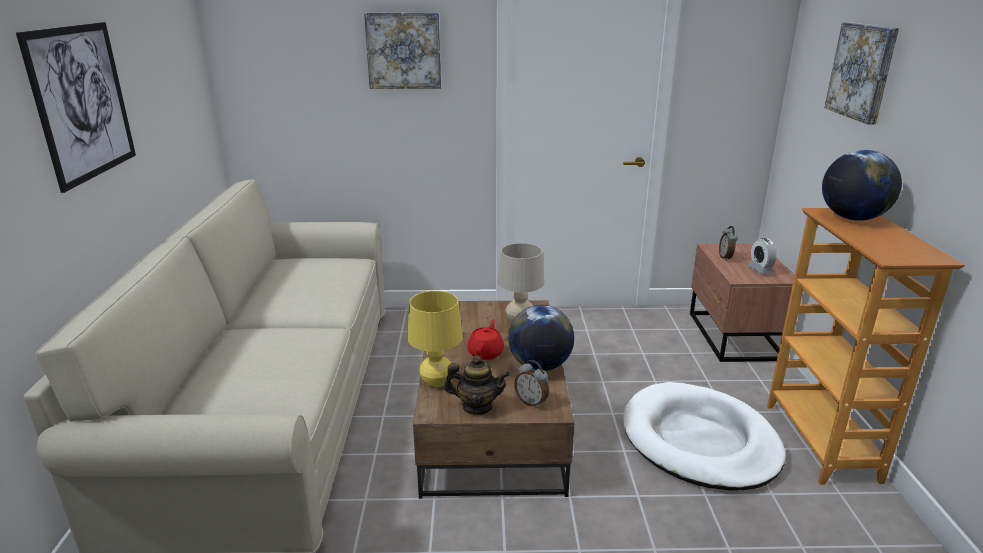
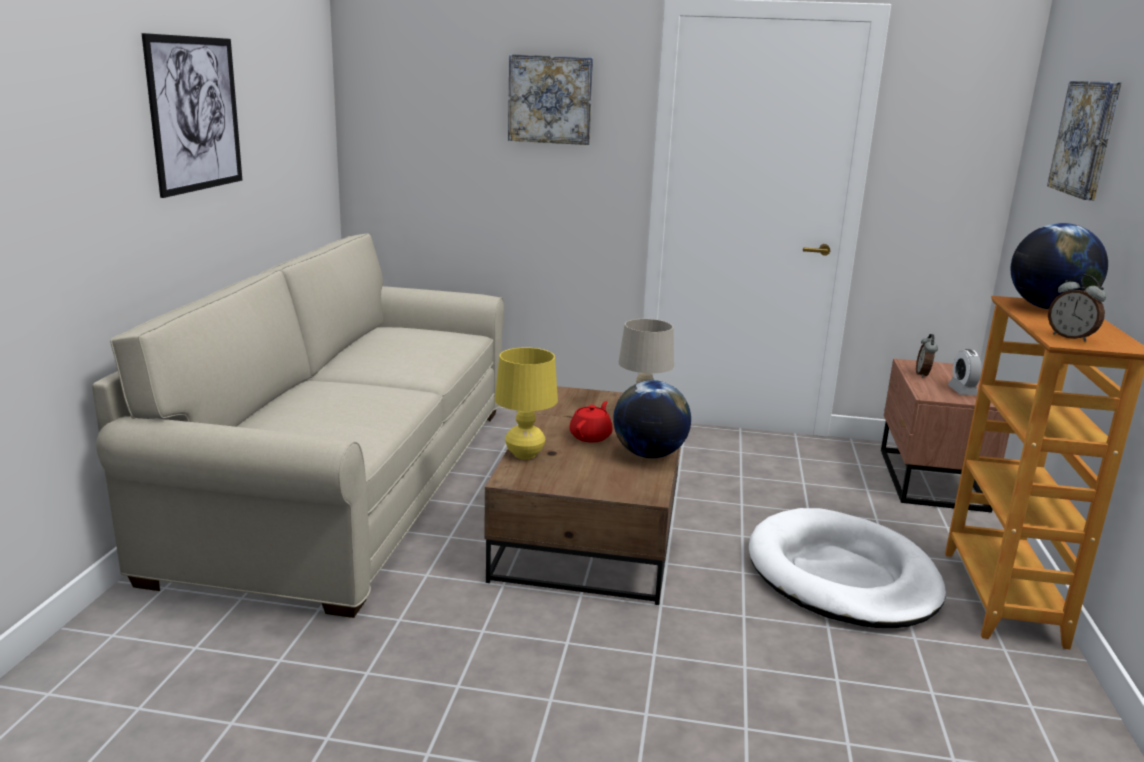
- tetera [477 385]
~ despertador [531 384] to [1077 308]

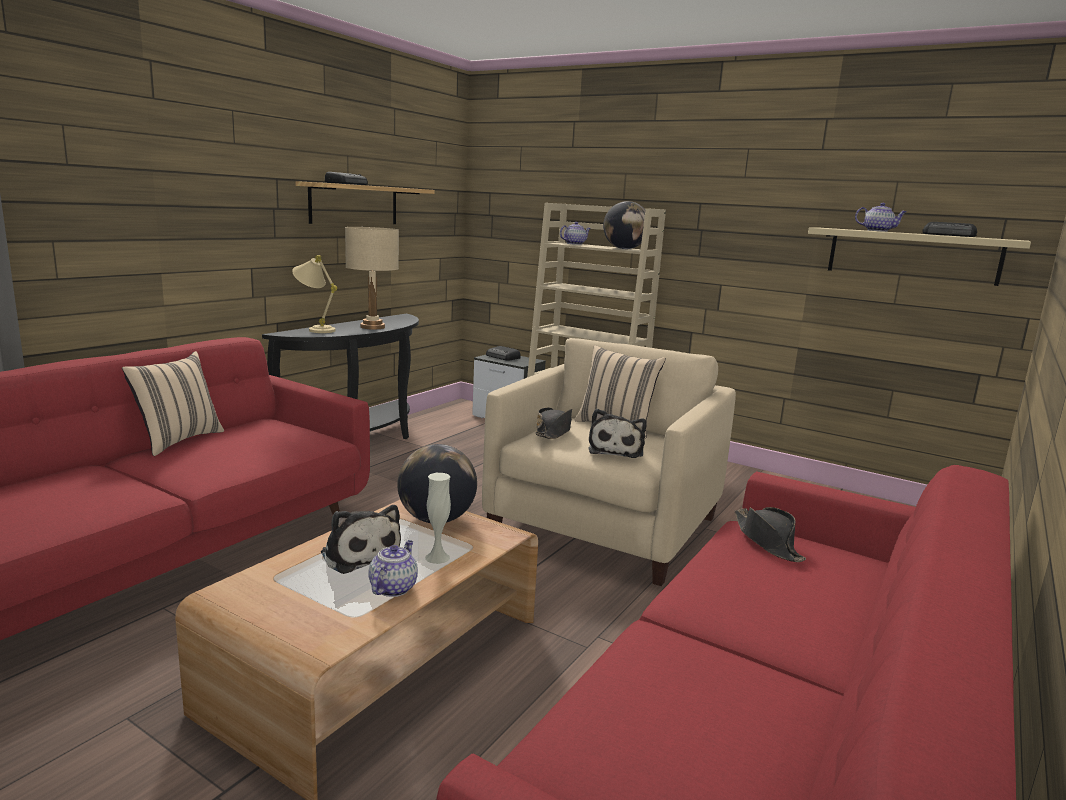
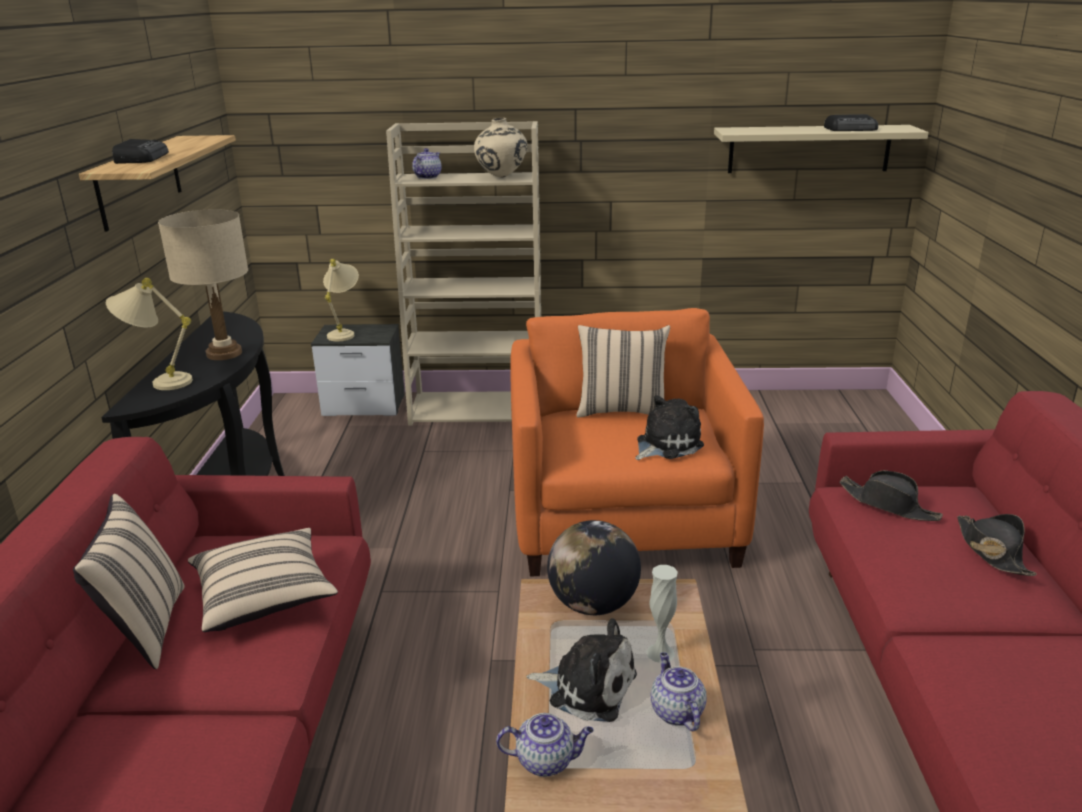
+ cojín/beis [263 580]
~ sombrero/negro [553 423] to [997 545]
~ tetera [881 217] to [545 745]
~ radio [503 353] to lámpara de mesa/beis [341 300]
~ globo terráqueo [624 225] to florero/beis [500 148]
~ sillón/beis [609 462] to sillón/naranja [637 442]
~ peluche [617 433] = [669 427] 105 degrees counterclockwise

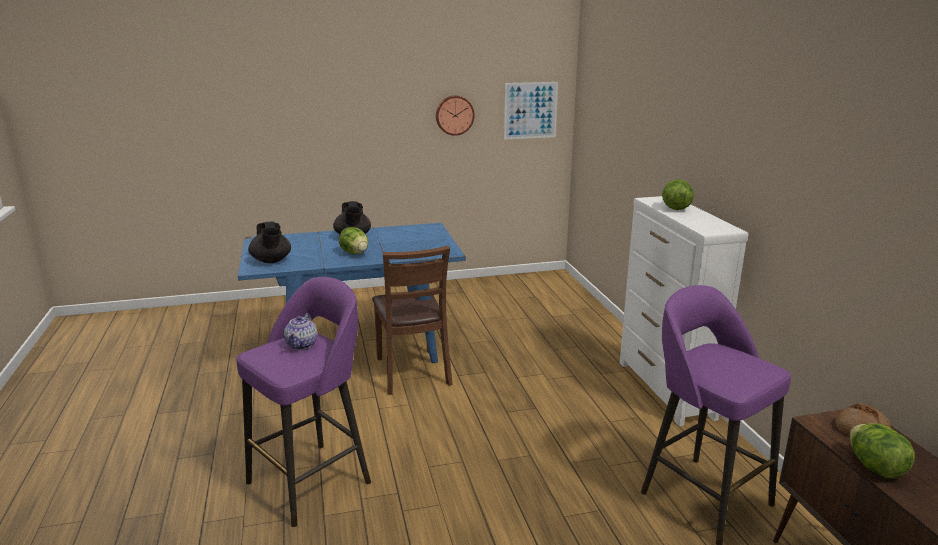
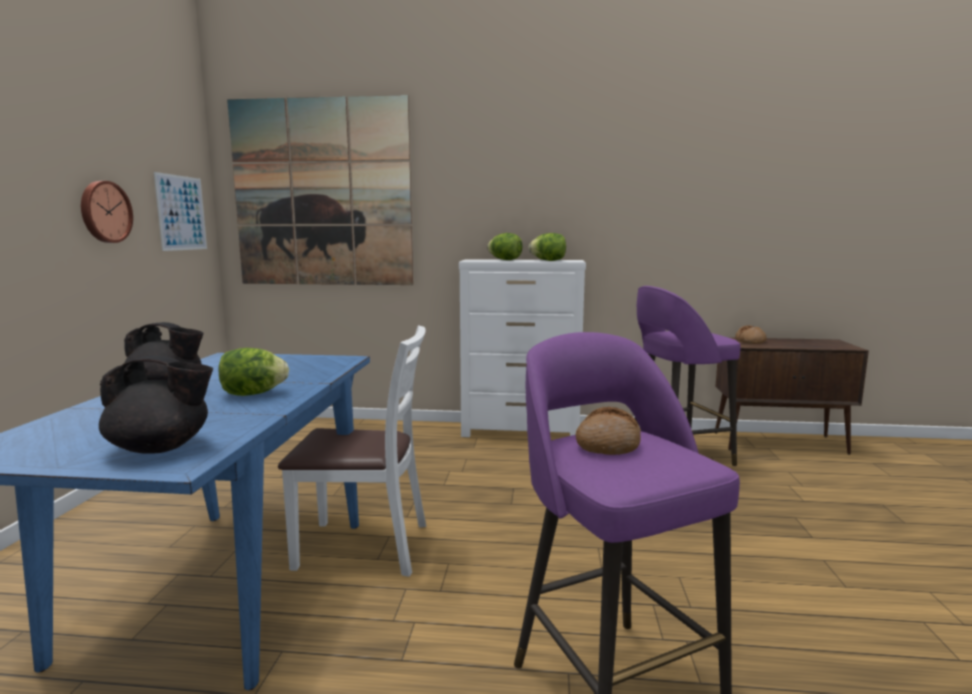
+ cuadro [320 190]
~ lechuga [882 450] to [547 247]
~ tetera [300 331] to pan [608 431]
~ silla/marrón [412 320] to silla/blanco [352 451]

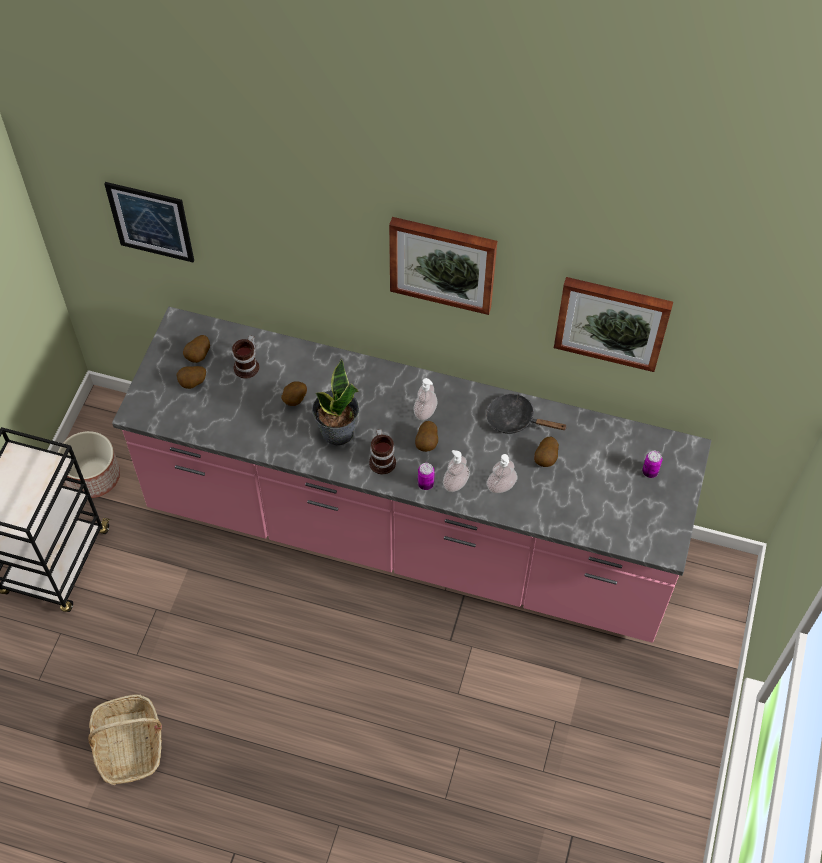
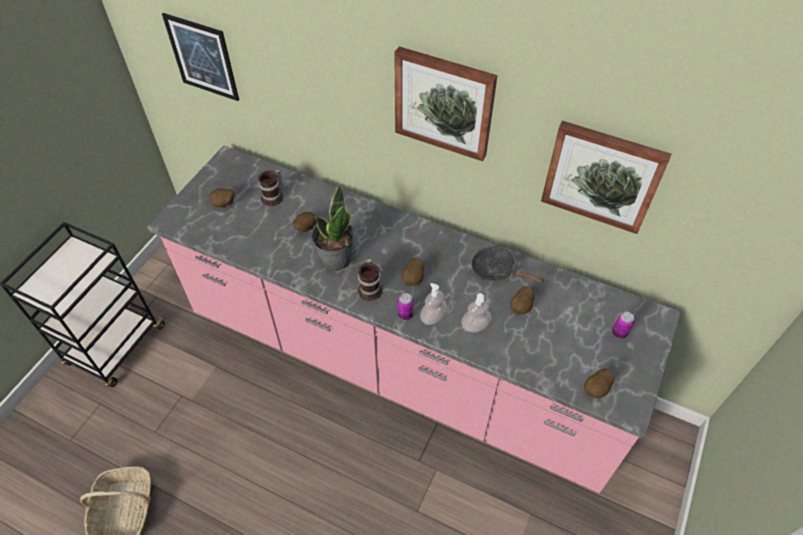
- maceta [89 464]
- dispensador de jabón [425 399]
~ patata [196 349] to [599 383]

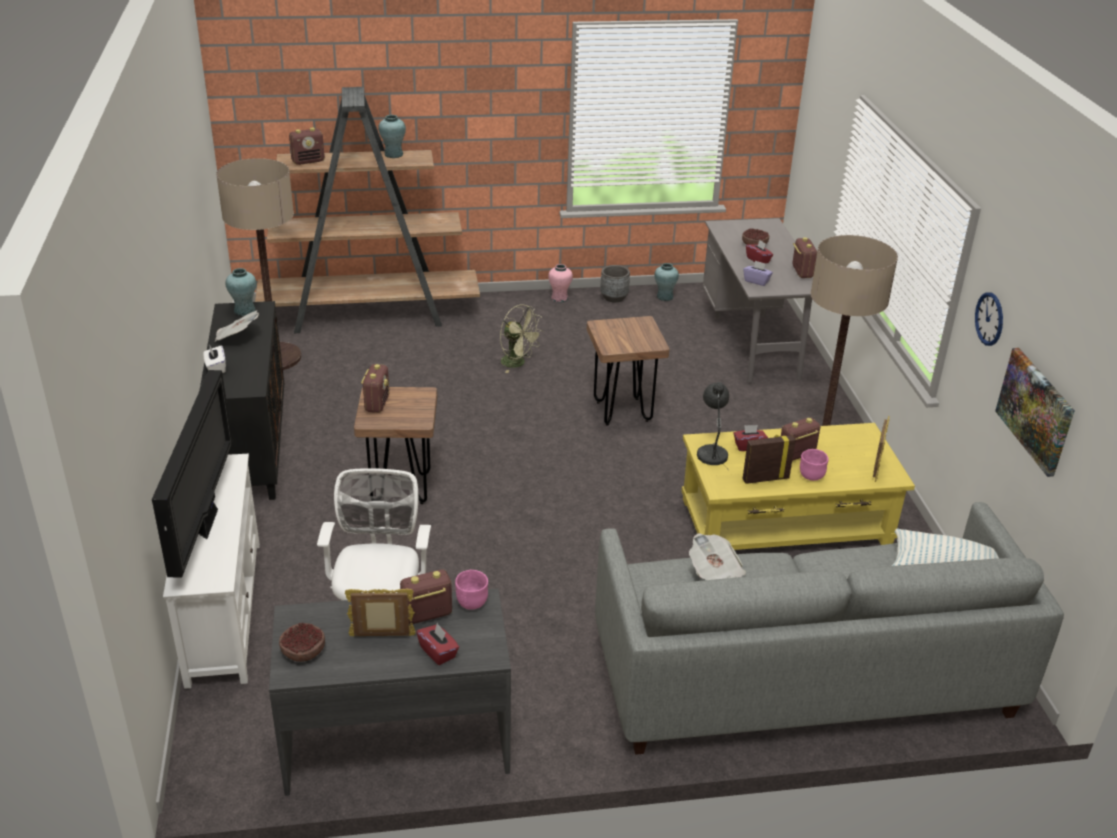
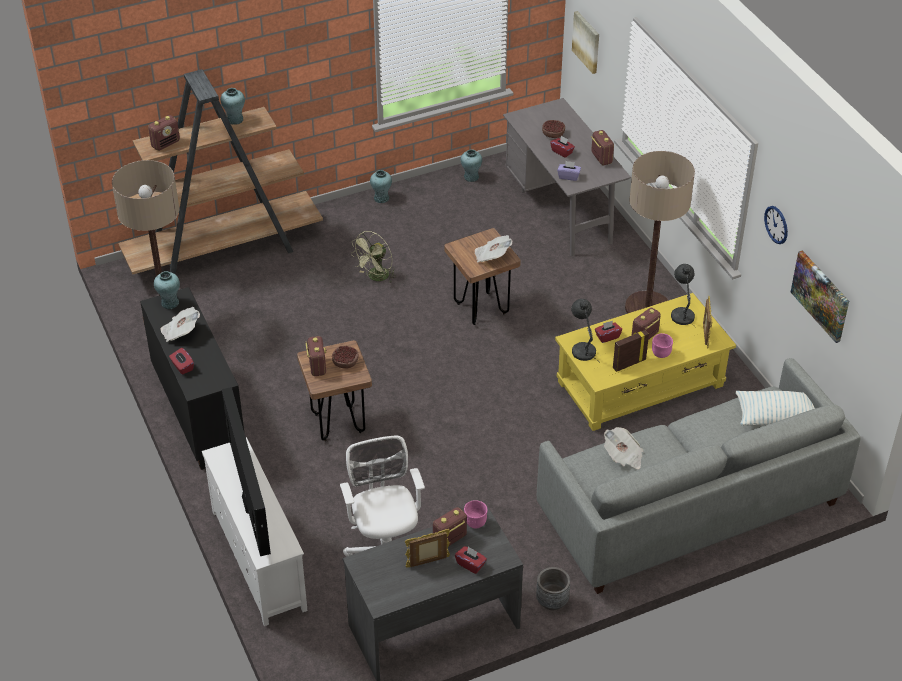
+ periódico [493 248]
+ cuadro [585 42]
+ lámpara de mesa/gris [683 296]
~ cuenco [302 642] to [345 357]
~ maceta/gris [615 284] to [553 588]
~ caja de pañuelos/blanco [214 358] to caja de pañuelos/rojo [181 361]
~ florero/rosa [560 283] to florero/turquesa [381 186]
~ ventilador/verde [521 338] = [373 257] 105 degrees clockwise

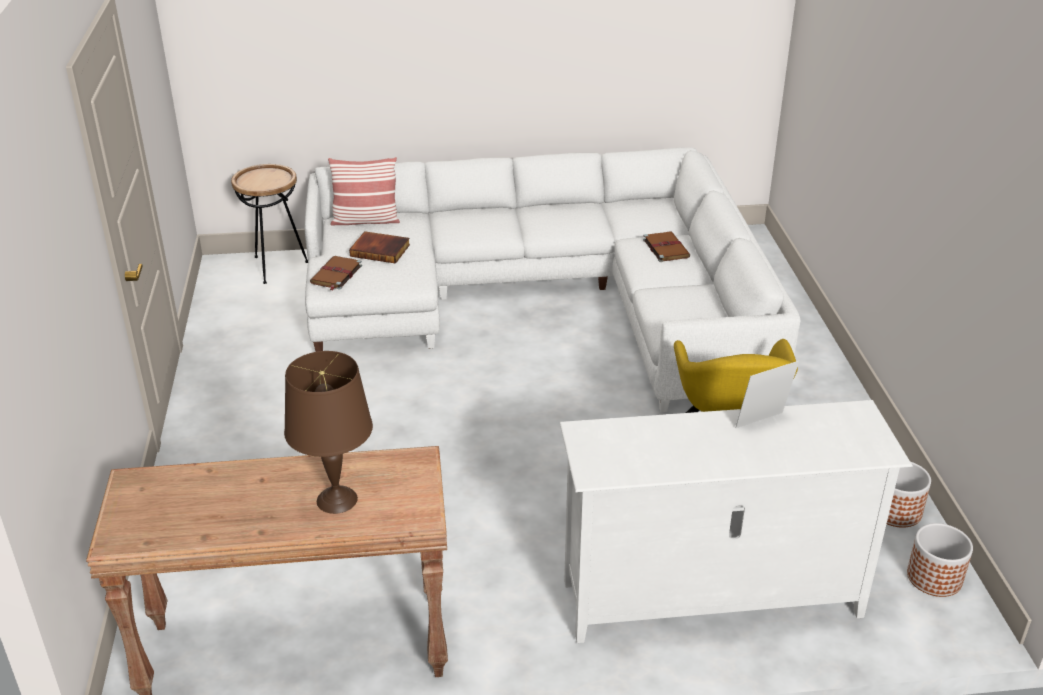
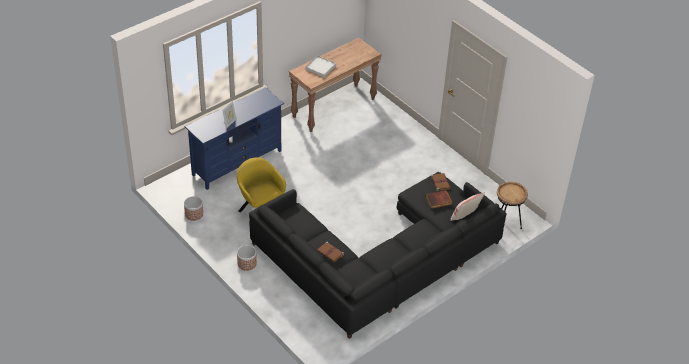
~ maceta [940 560] to [247 258]
~ lámpara de mesa/marrón [328 432] to bandeja/blanco [321 66]
~ sofá/blanco [552 279] to sofá/negro [378 255]
~ mueble de televisión/blanco [736 521] to mueble de televisión/azul [234 139]

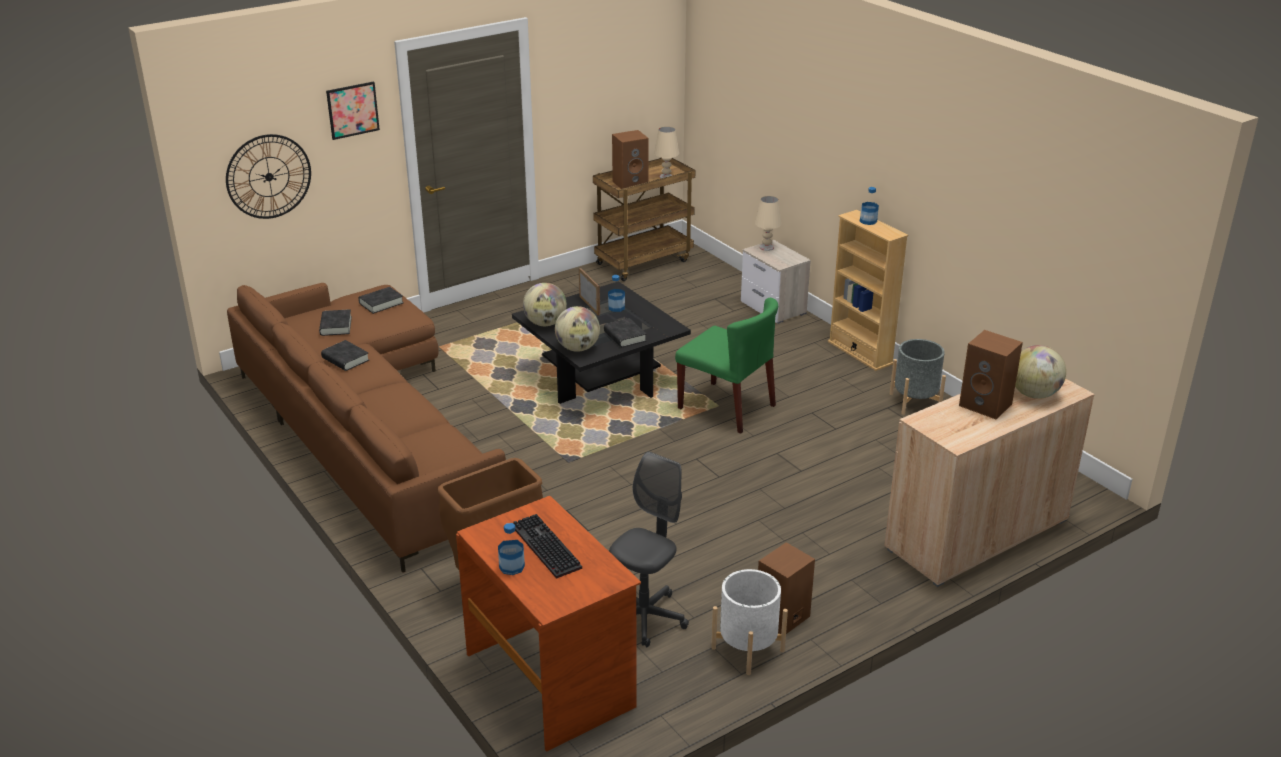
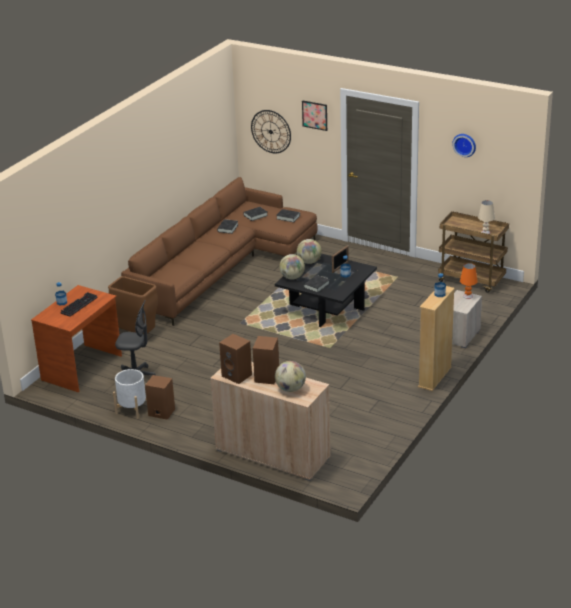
- silla/verde [726 366]
- maceta/gris [918 377]
+ reloj de pared [464 145]
~ altavoz/marrón [630 159] to [235 359]
~ lámpara de mesa/beis [768 223] to lámpara de mesa/naranja [469 281]

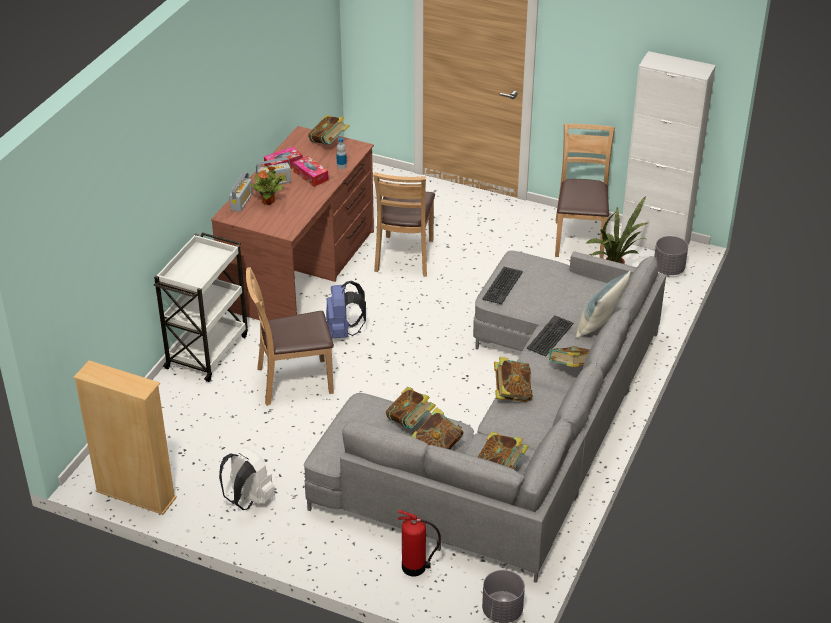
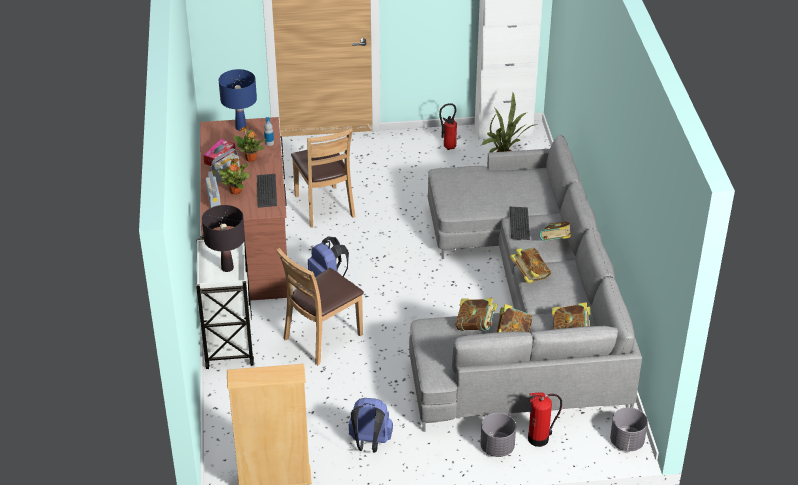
- cojín [603 304]
+ lámpara de mesa/negro [223 238]
~ teclado [502 285] to [267 191]
~ maceta/gris [671 255] to [498 435]
~ caja de pañuelos [310 171] to planta en maceta [250 144]
~ libro [328 130] to lámpara de mesa/azul [238 100]
~ silla/marrón [585 191] to extintor [448 126]
~ mochila/blanco [247 479] to mochila/azul [371 425]

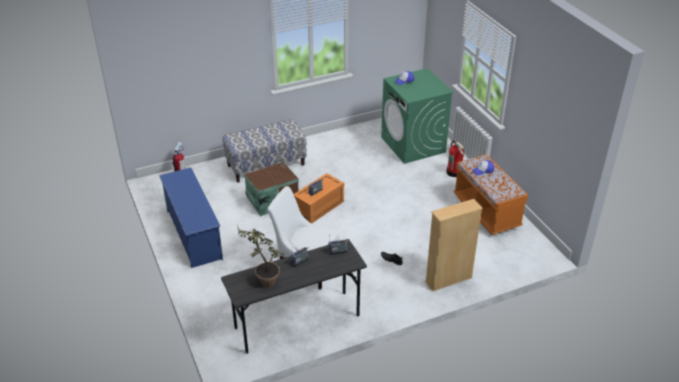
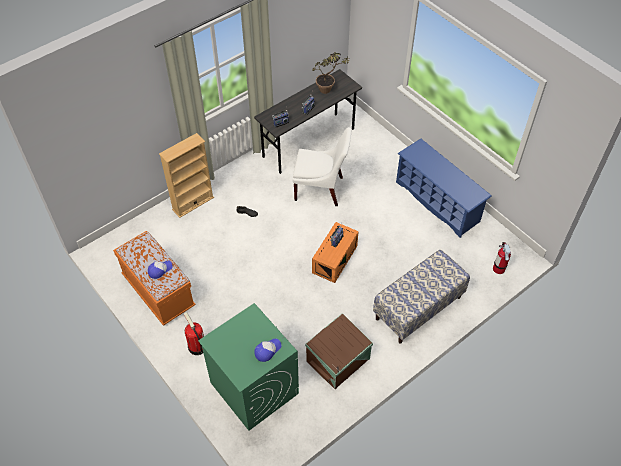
~ caja de almacenaje/marrón [271 189] to [339 351]

